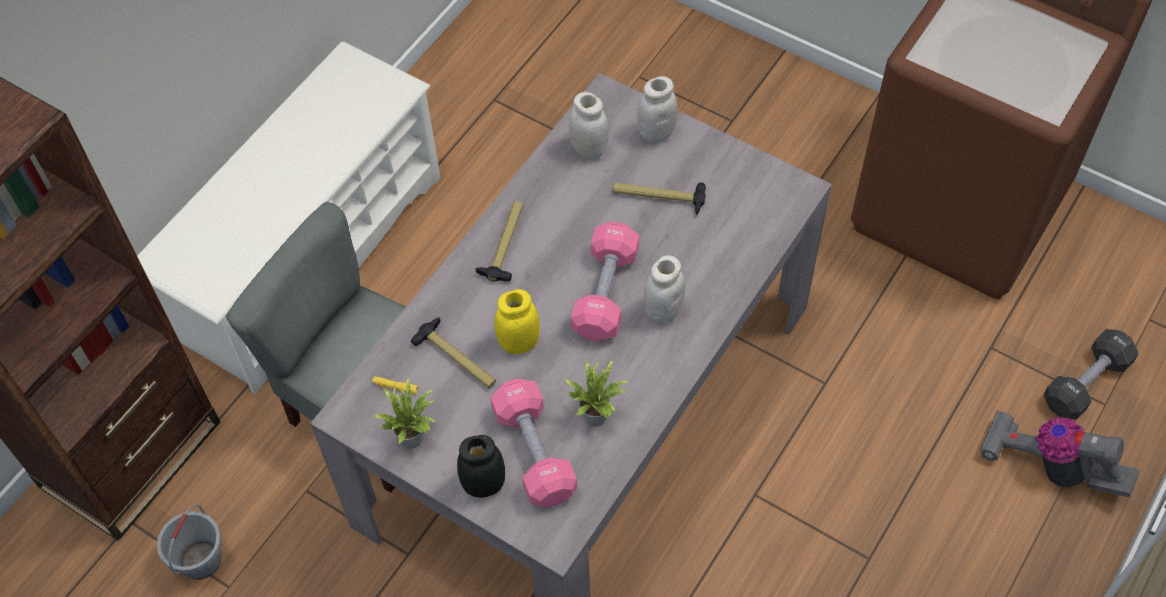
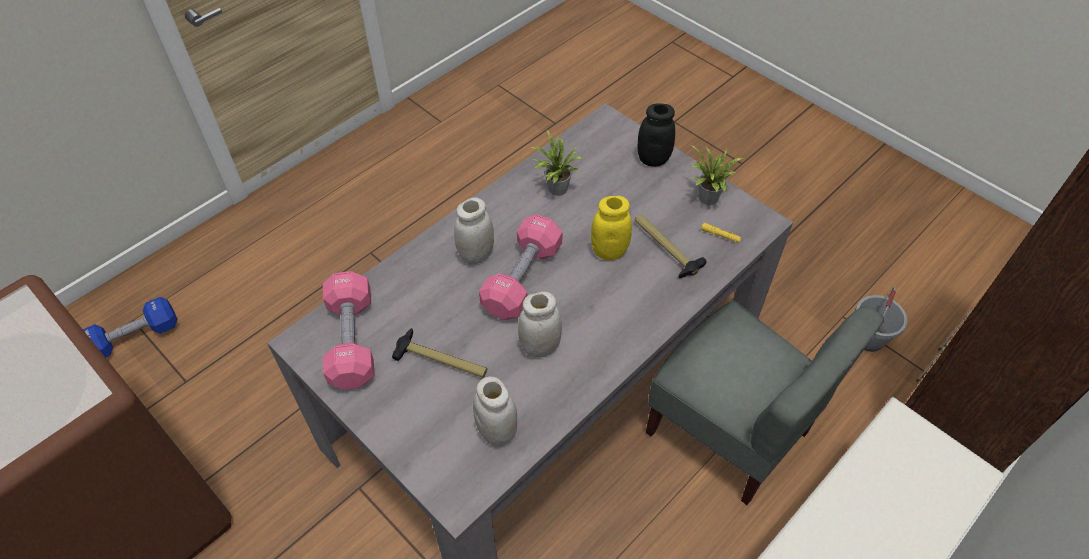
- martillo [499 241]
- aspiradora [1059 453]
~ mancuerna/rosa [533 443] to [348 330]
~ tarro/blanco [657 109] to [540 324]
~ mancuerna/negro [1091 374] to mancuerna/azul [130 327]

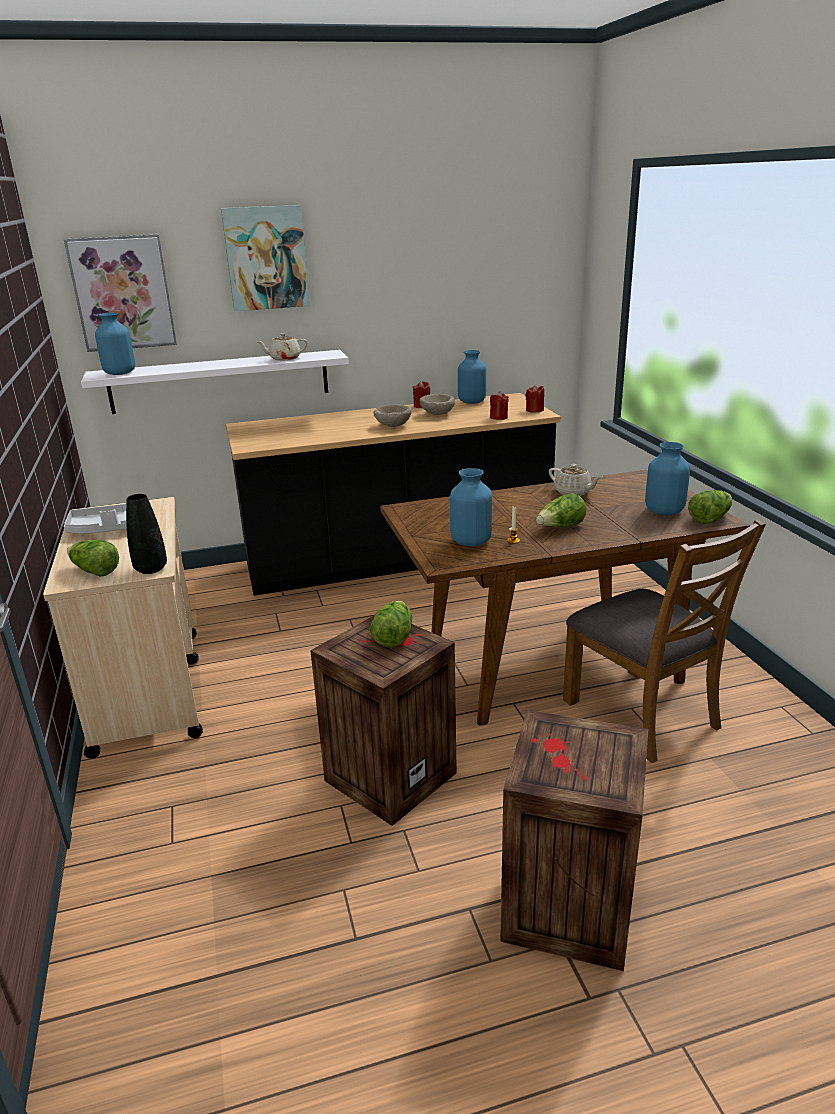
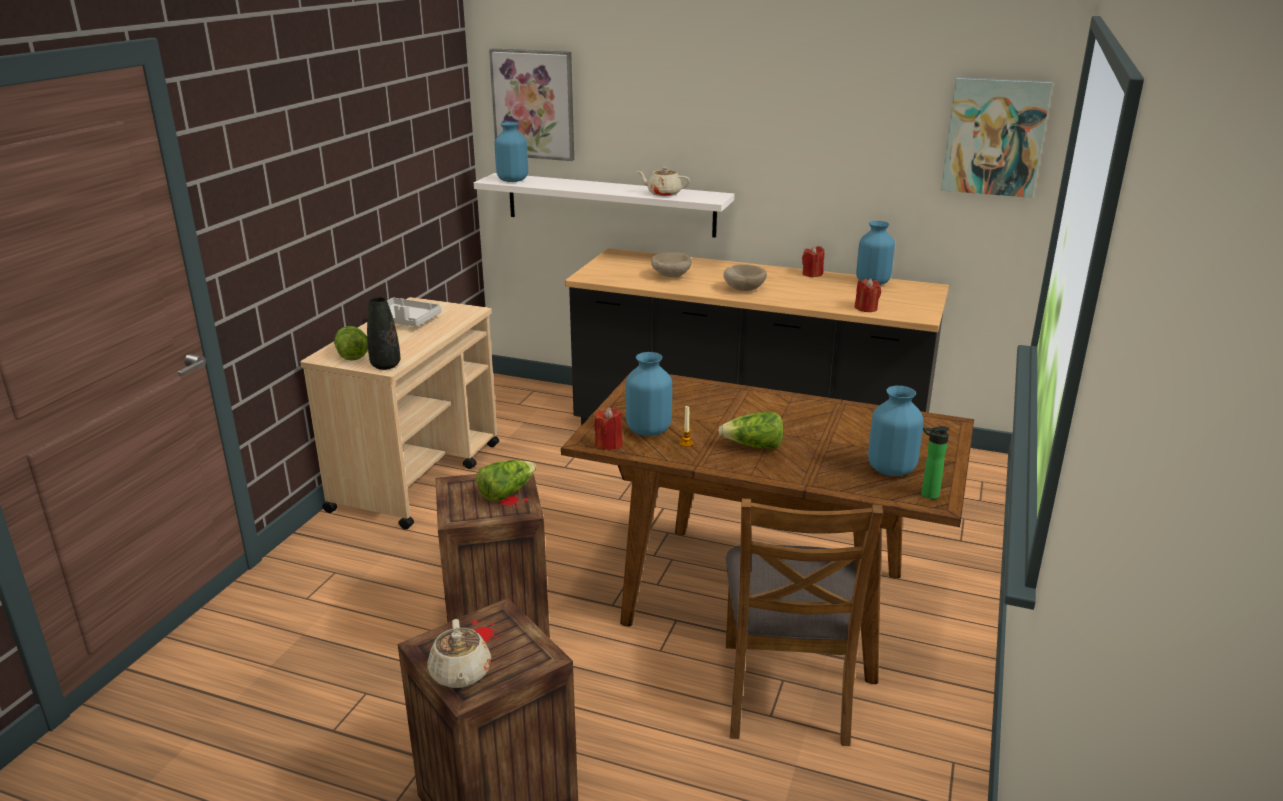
~ cuadro [265 258] to [997 137]
~ cuenco/beis [437 404] to [671 264]
~ vela/rojo [534 399] to [608 428]
~ tetera/beis [575 480] to [459 653]
~ lechuga [710 507] to botella [935 462]

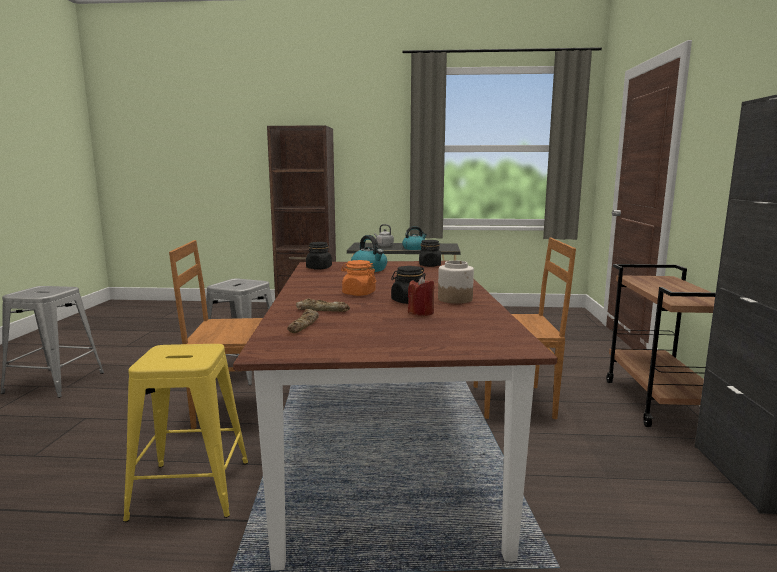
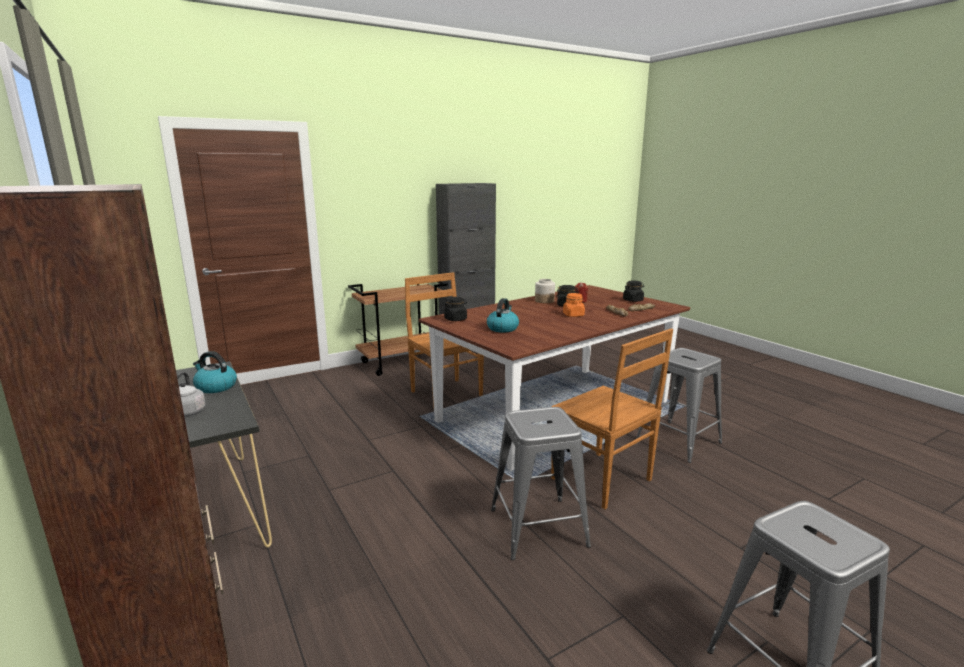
~ tarro/negro [319 256] to [633 291]
~ taburete/amarillo [185 433] to taburete/gris [679 405]

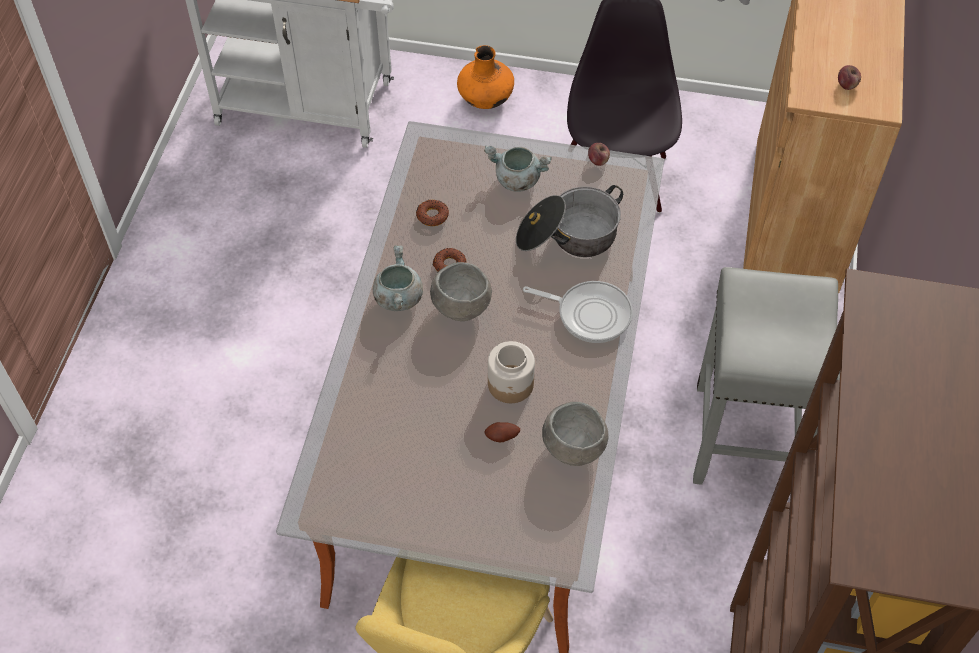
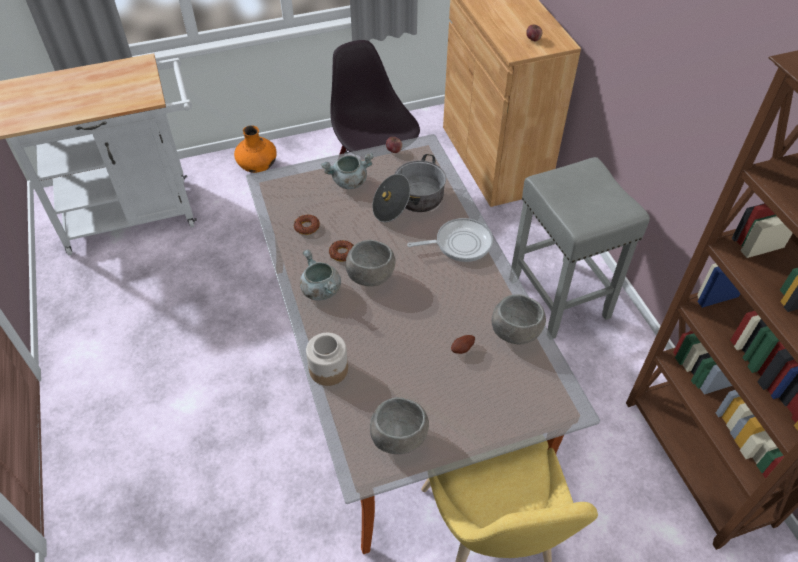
+ cuenco/gris [399 425]
~ tarro [511 372] to [327 359]

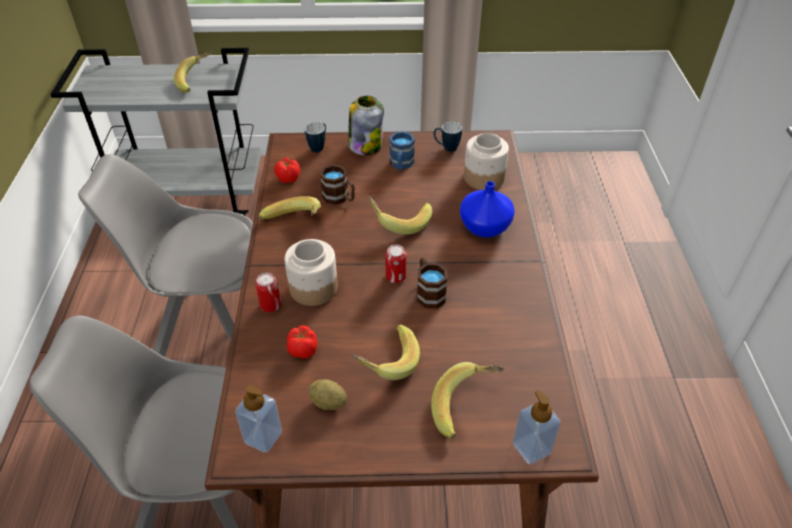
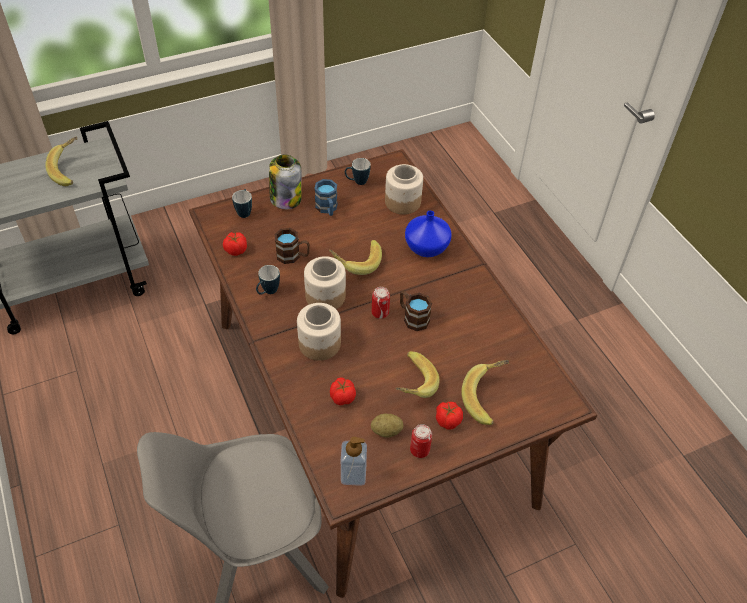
- silla/gris [165 255]
- dispensador de jabón [537 427]
+ tarro [325 282]
+ tomate [449 416]
~ lata [268 292] to [421 441]
~ plátano [289 208] to taza grande [268 279]

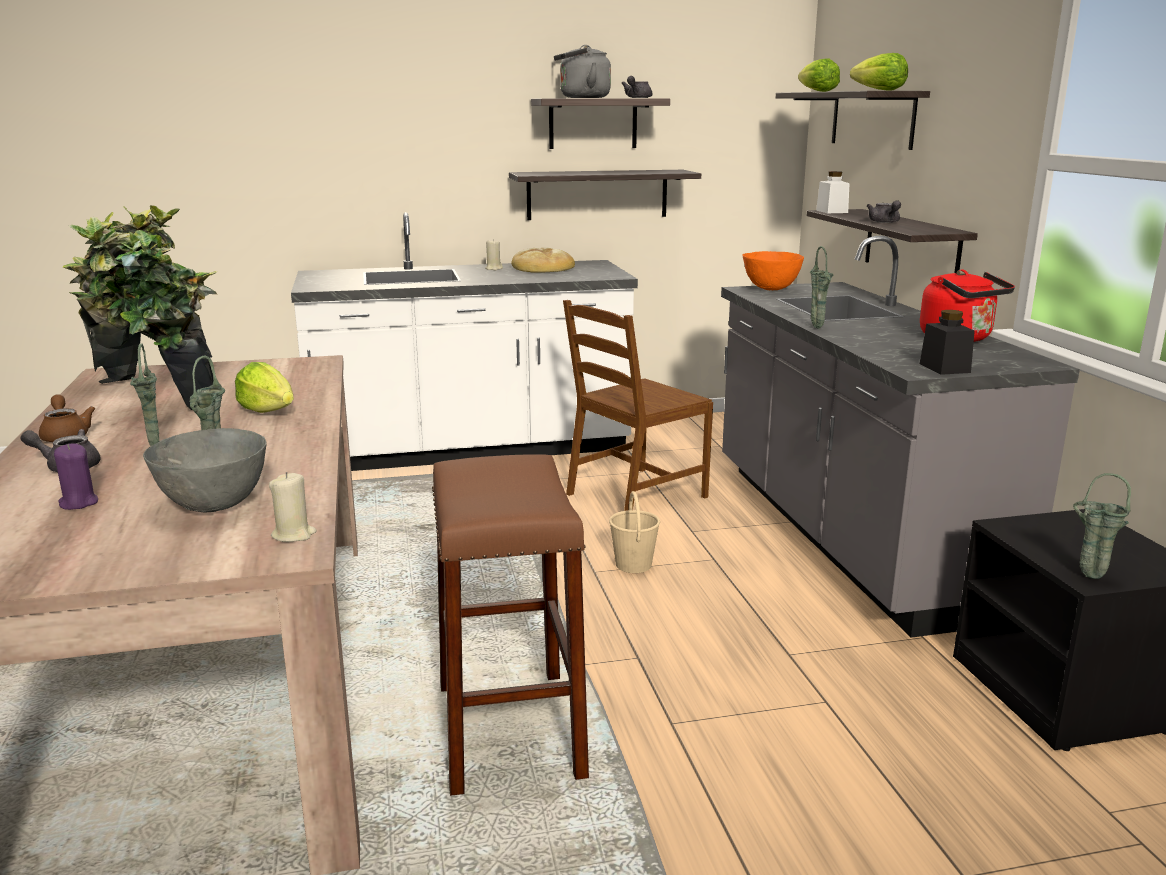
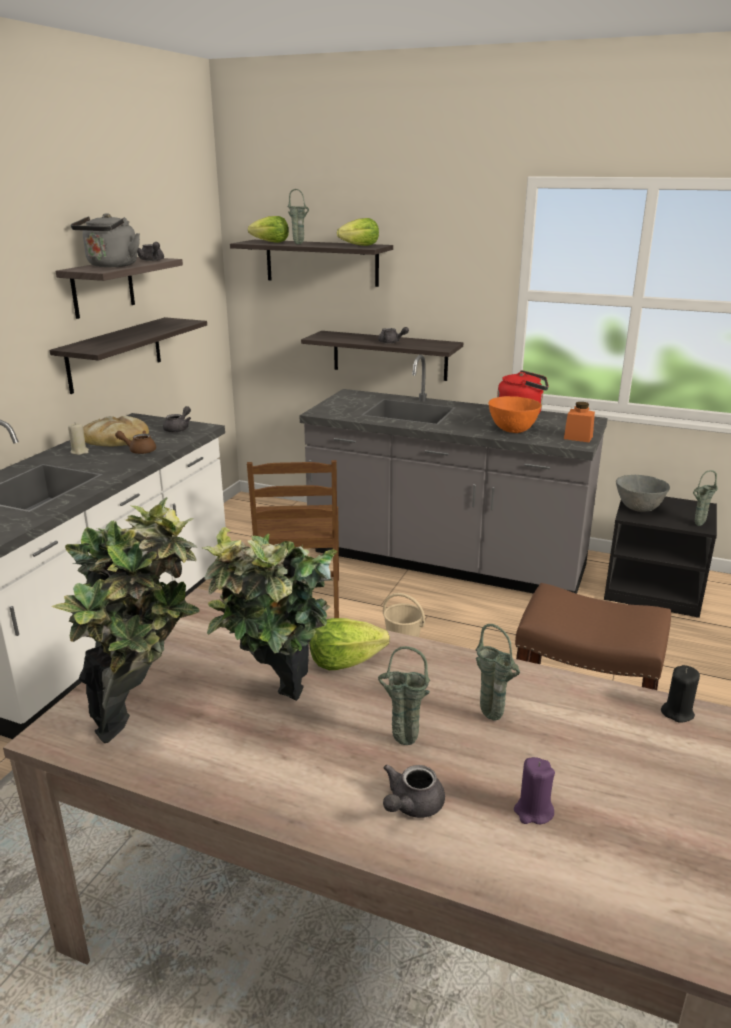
- tarro/blanco [833 192]
+ tetera/gris [177 419]
~ tetera/marrón [67 418] to [135 442]
~ cuenco/gris [205 470] to [643 493]
~ cuenco/naranja [773 270] to [515 414]
~ florero/verde [821 287] to [298 216]
~ vela/beis [293 507] to vela/negro [680 693]
~ tarro/negro [947 342] to tarro/naranja [579 422]

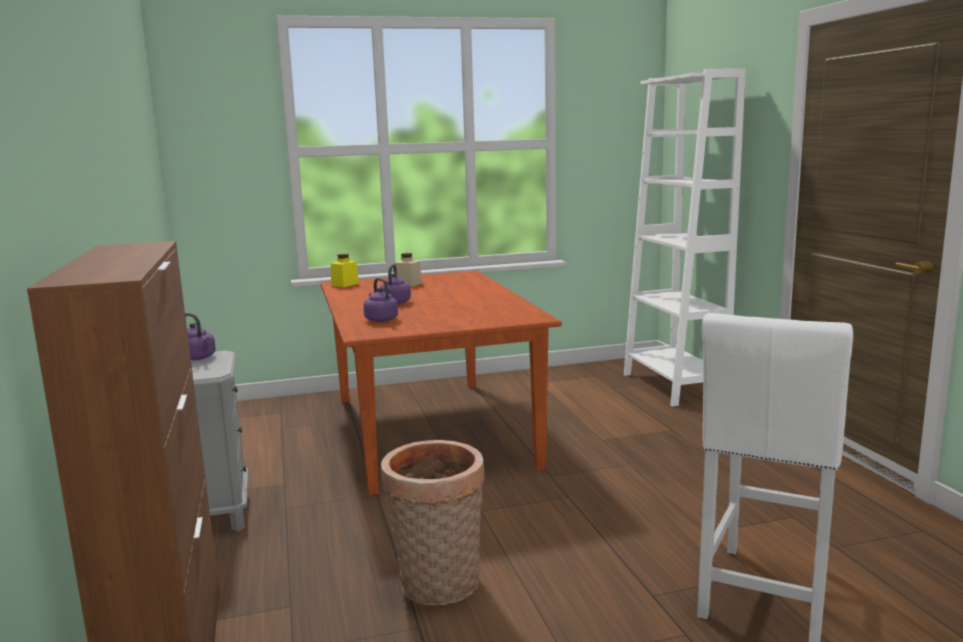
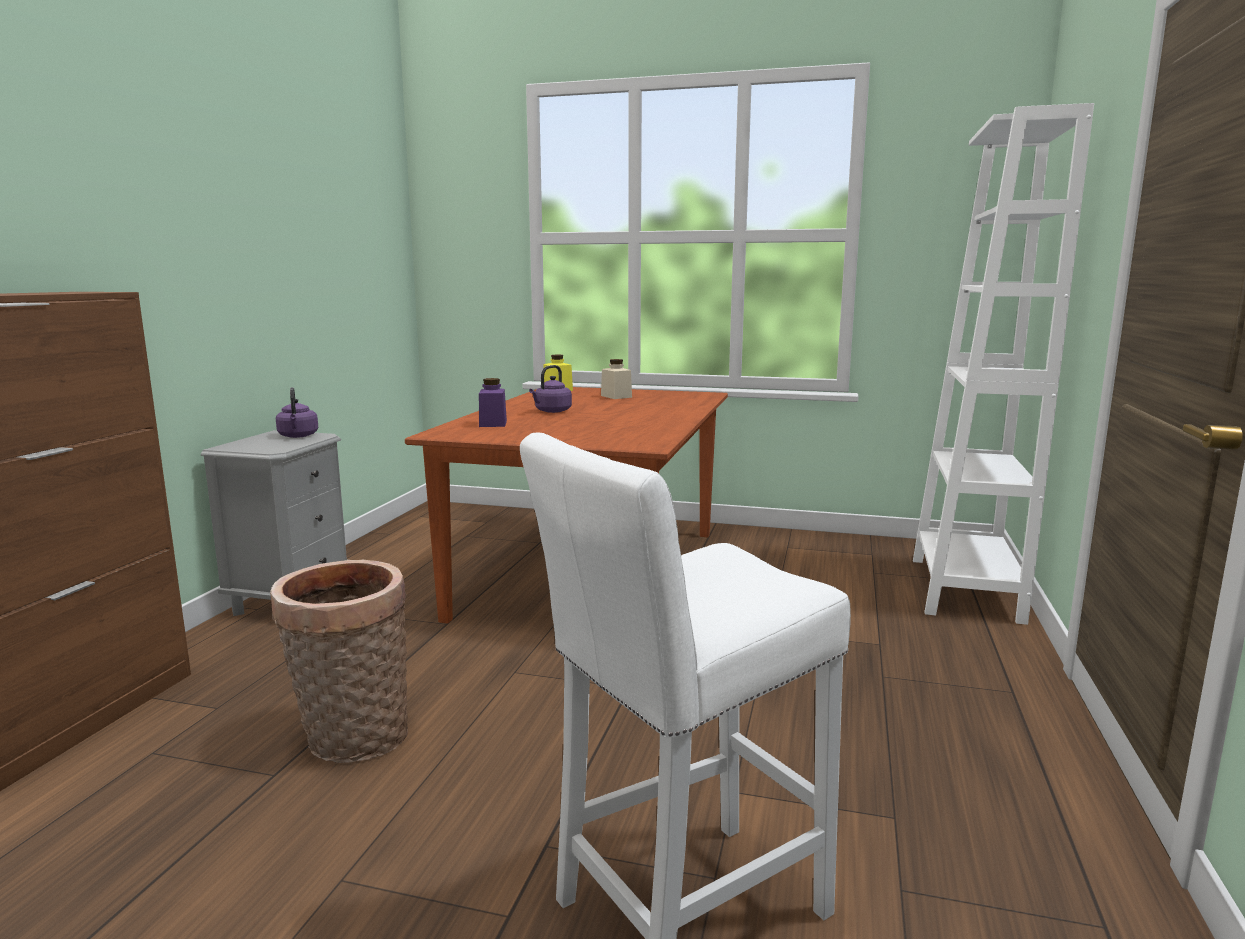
~ hervidor/morado [381 300] to tarro/morado [493 402]

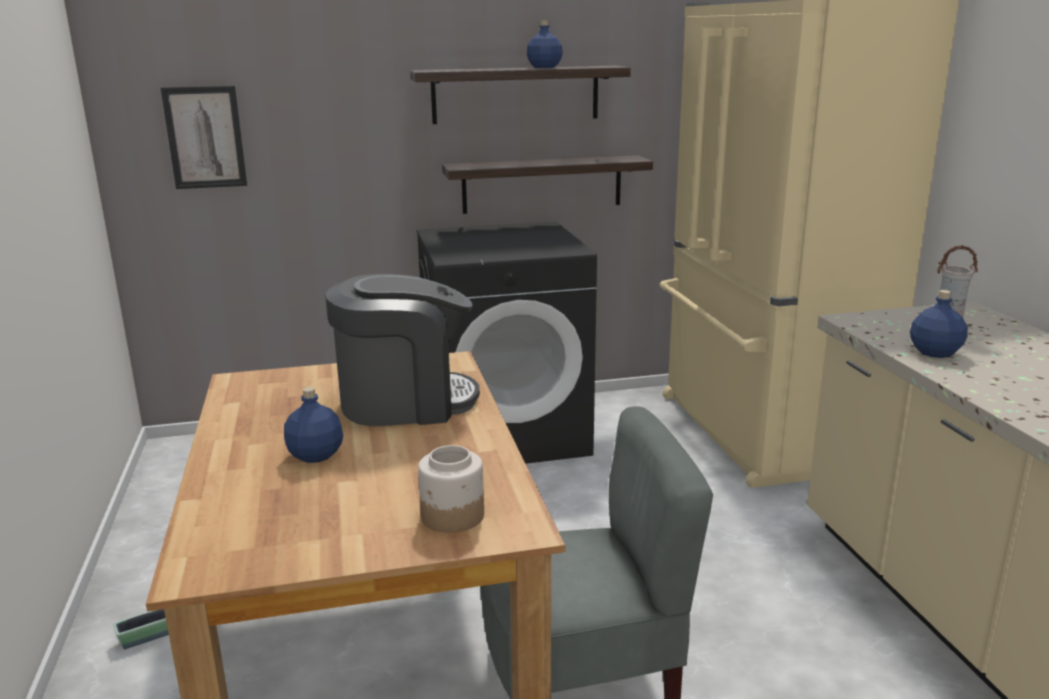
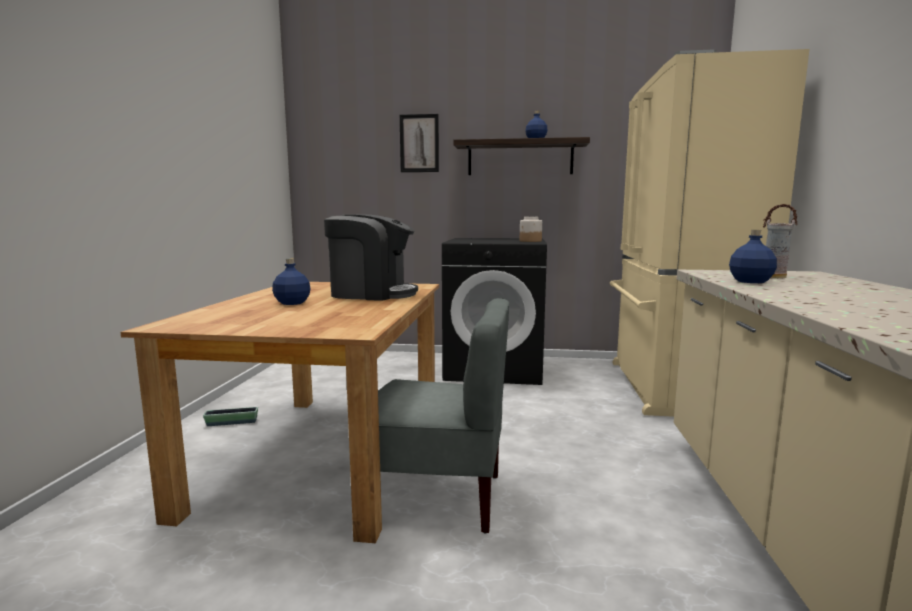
- estante [547 184]
~ cuadro [204 137] to [419 143]
~ tarro [451 489] to [531 229]

